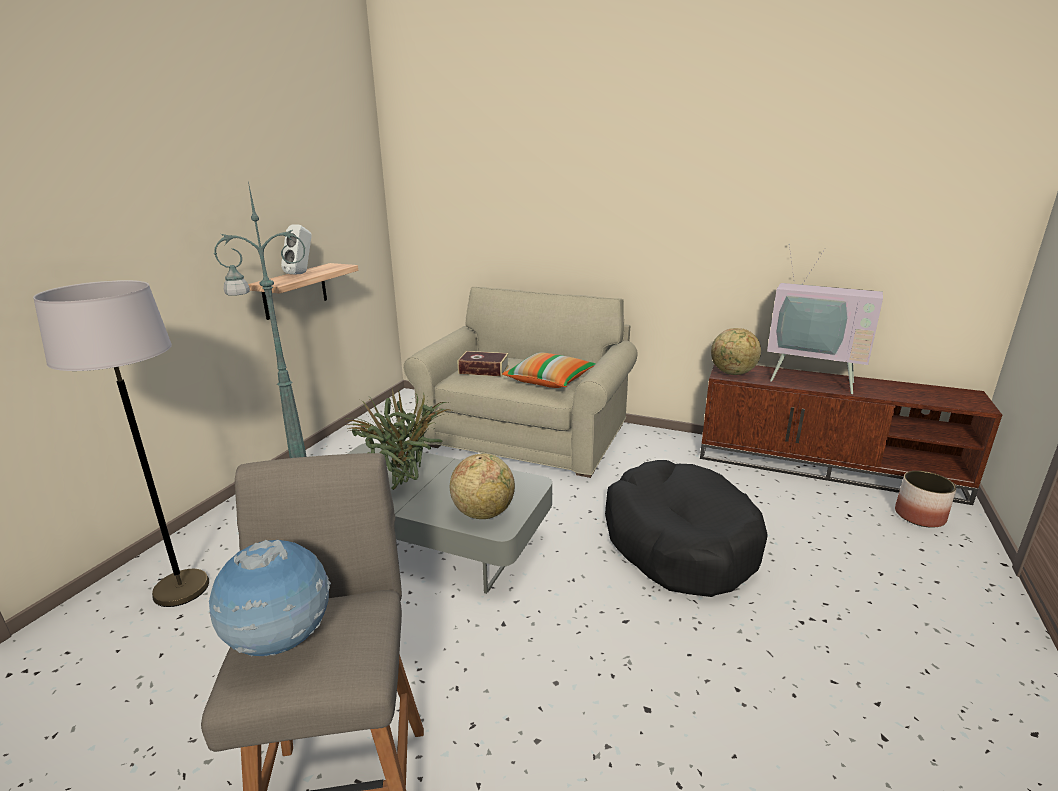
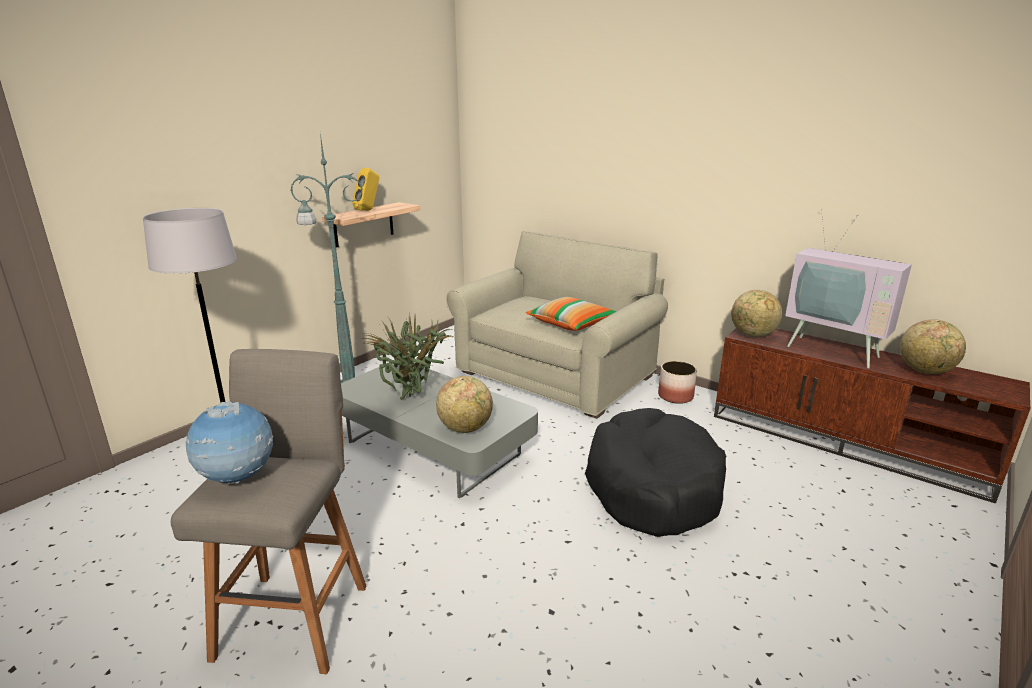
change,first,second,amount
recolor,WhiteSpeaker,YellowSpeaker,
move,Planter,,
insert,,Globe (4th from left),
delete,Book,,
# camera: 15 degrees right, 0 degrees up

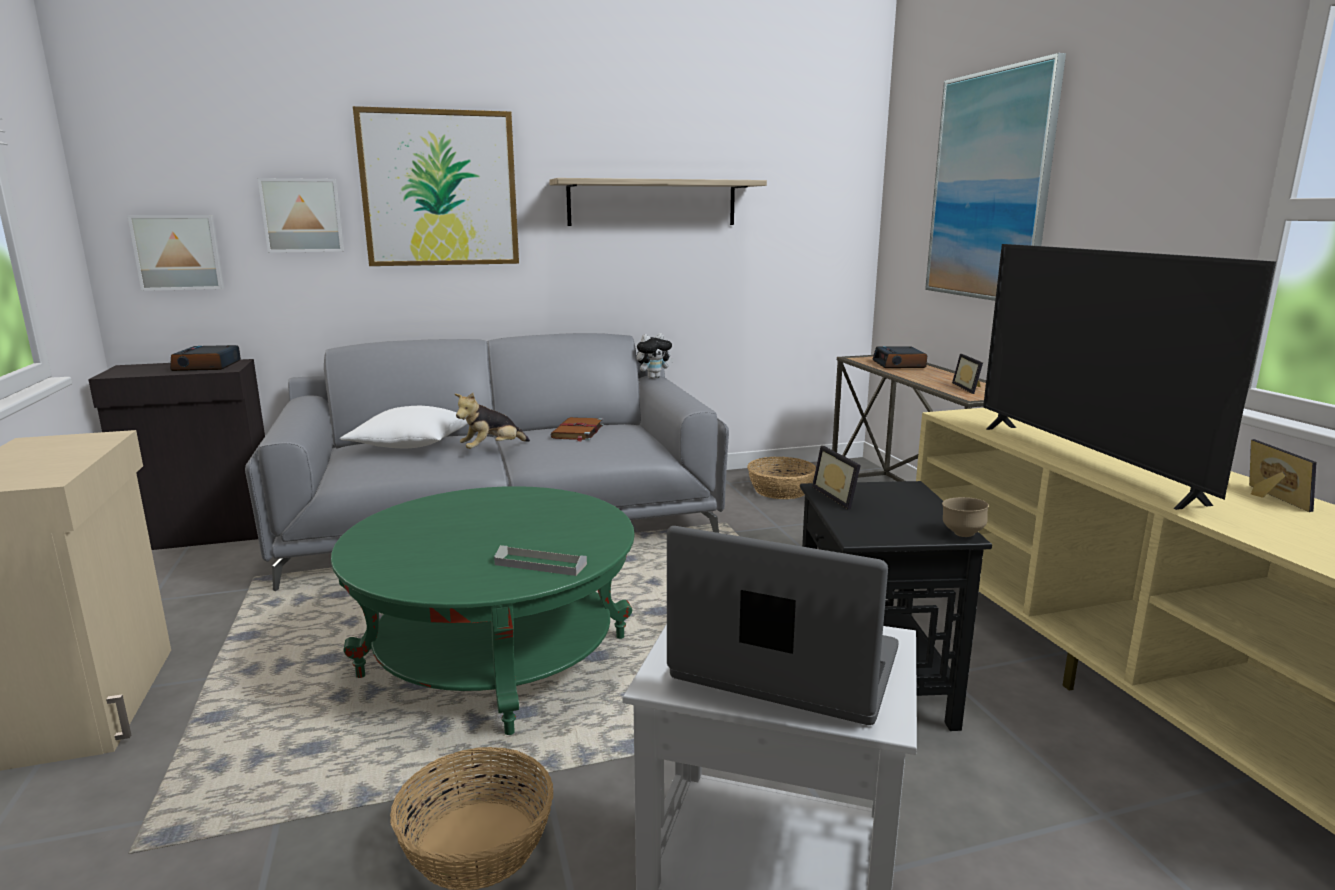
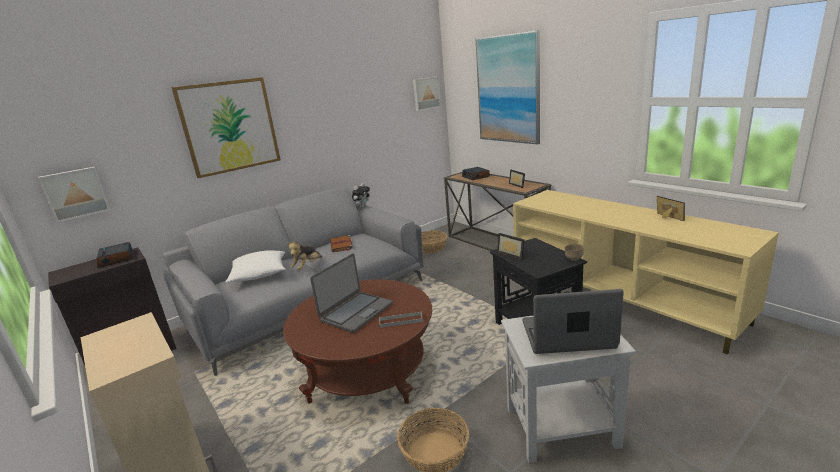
change,first,second,amount
recolor,GreenCoffeeTable,BrownCoffeeTable,
insert,,Laptop (1st from left),
move,Picture (2nd from left in the first image),Picture (3rd from left),
delete,Shelf,,
delete,Television,,
# camera: 20 degrees left, 5 degrees up

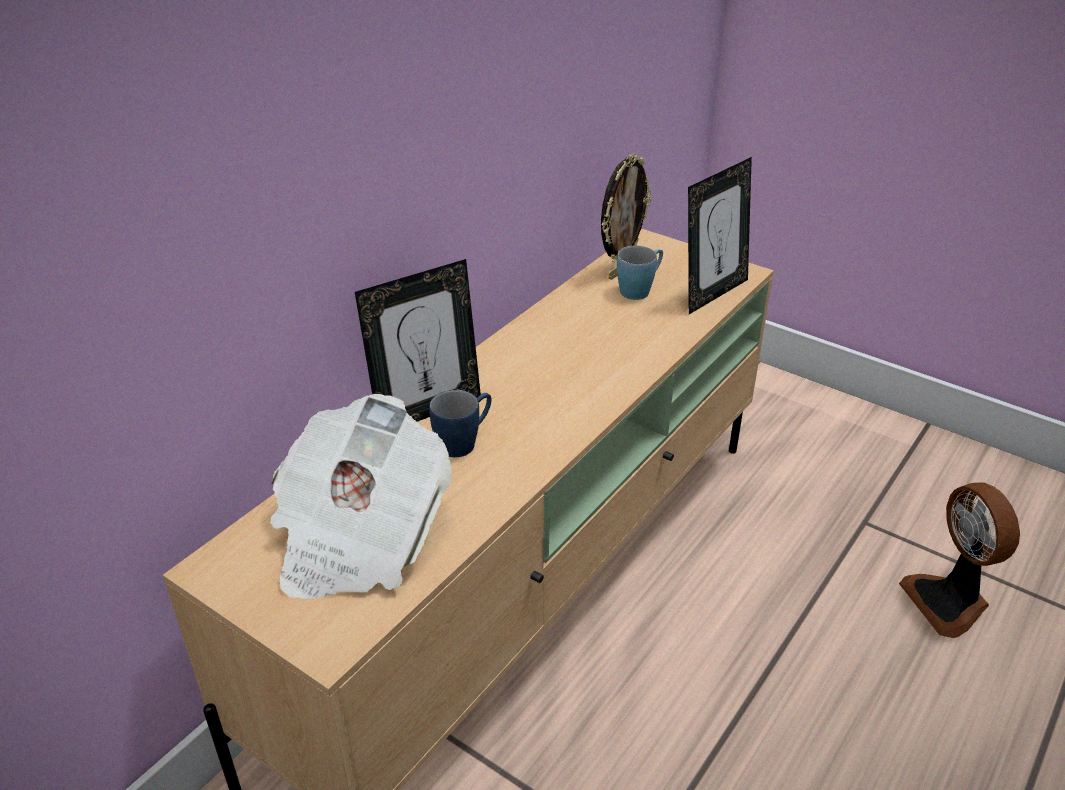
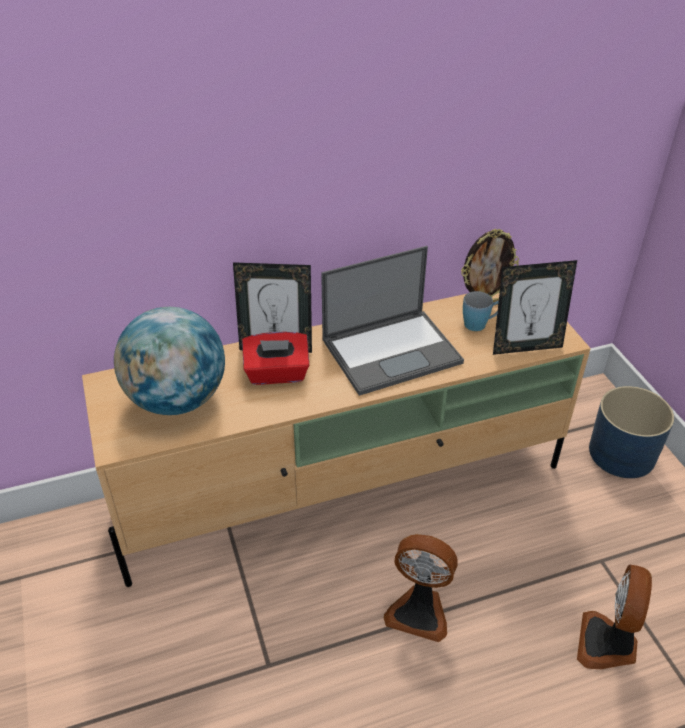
change,first,second,amount
replace,Newspaper,Globe,
replace,BlueMug (1st from left),RedTissueBox,
insert,,Laptop,
insert,,Fan (1st from left),
insert,,BluePlanter,
# camera: 35 degrees right, 5 degrees up

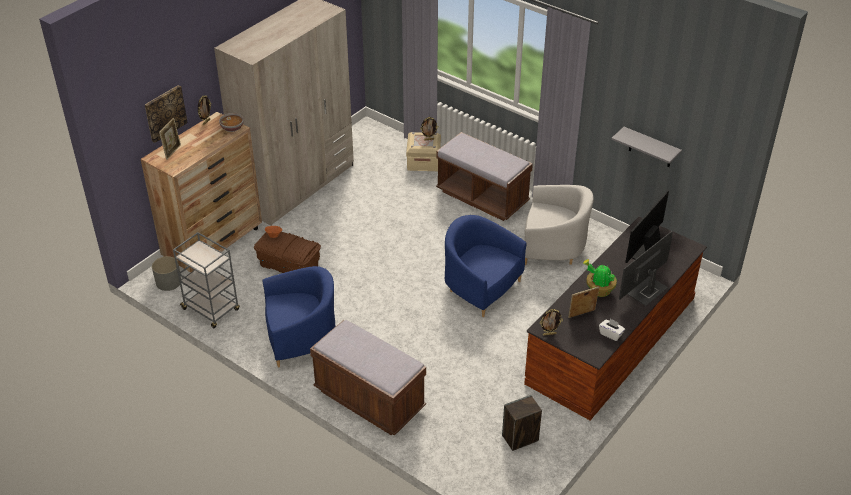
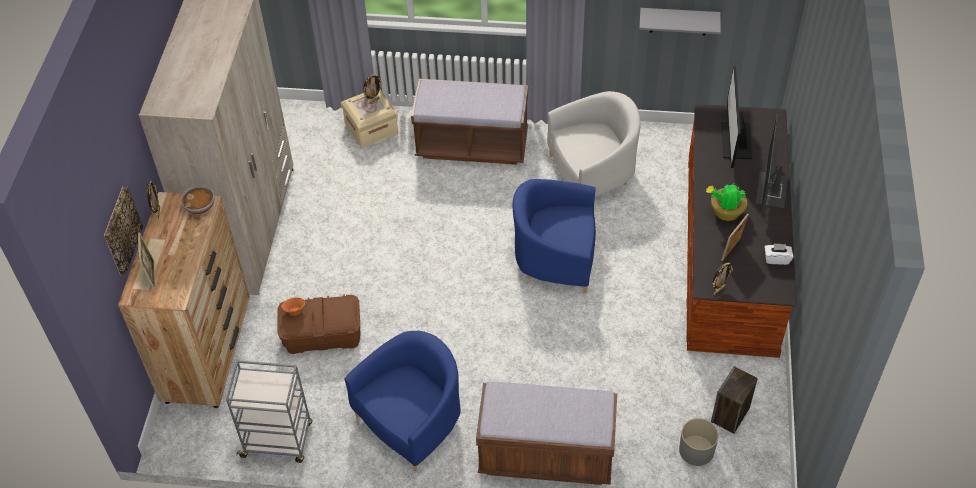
change,first,second,amount
move,GreyPlanter,,
# camera: 30 degrees left, 10 degrees up

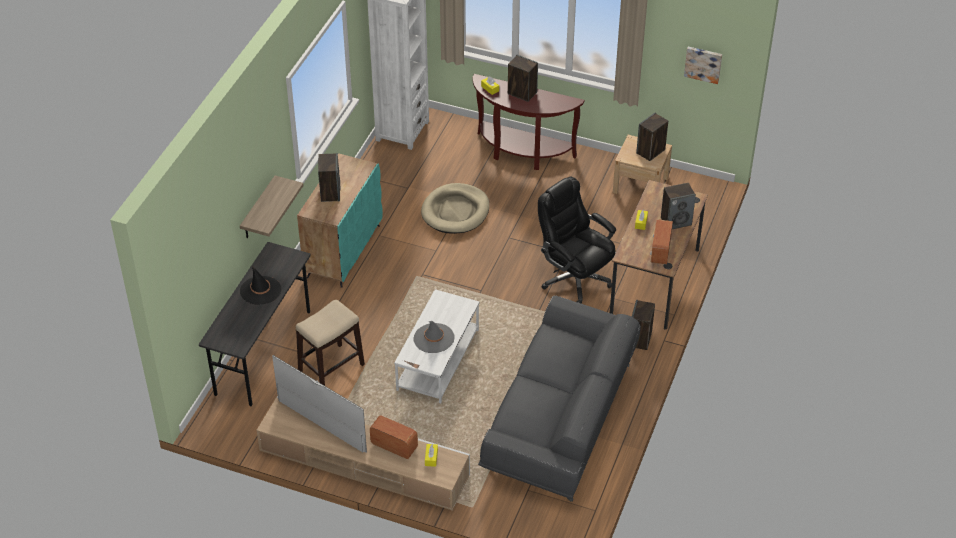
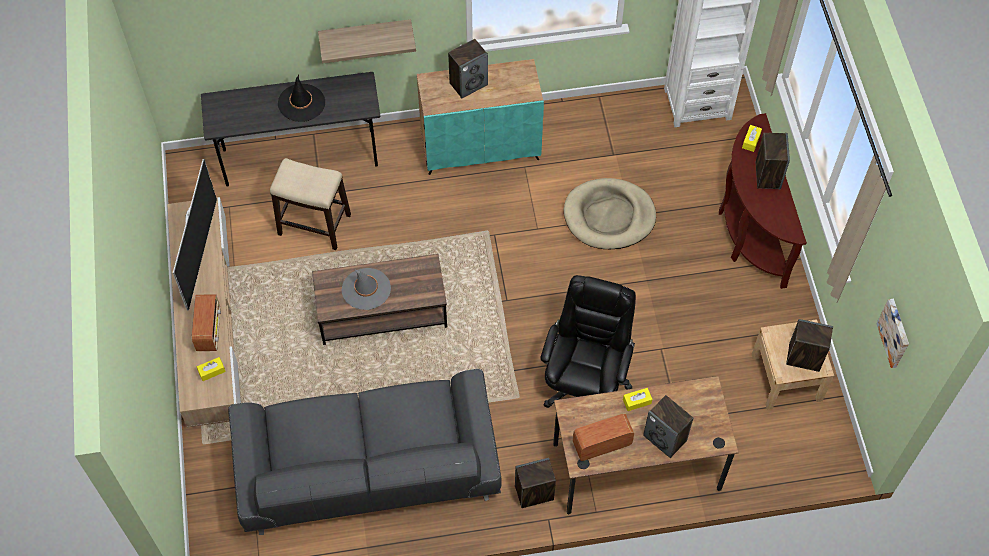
change,first,second,amount
recolor,WhiteCoffeeTable,BrownCoffeeTable,
# camera: 60 degrees right, 15 degrees up

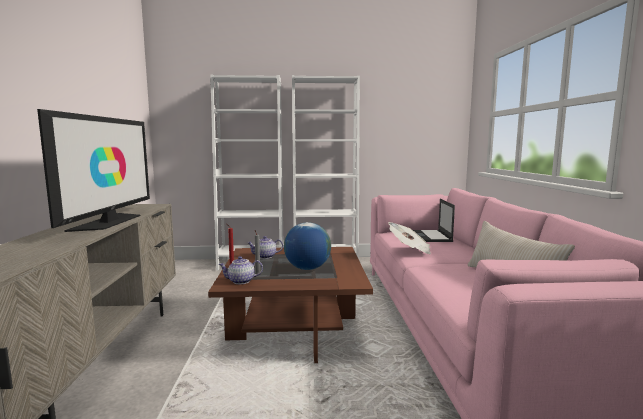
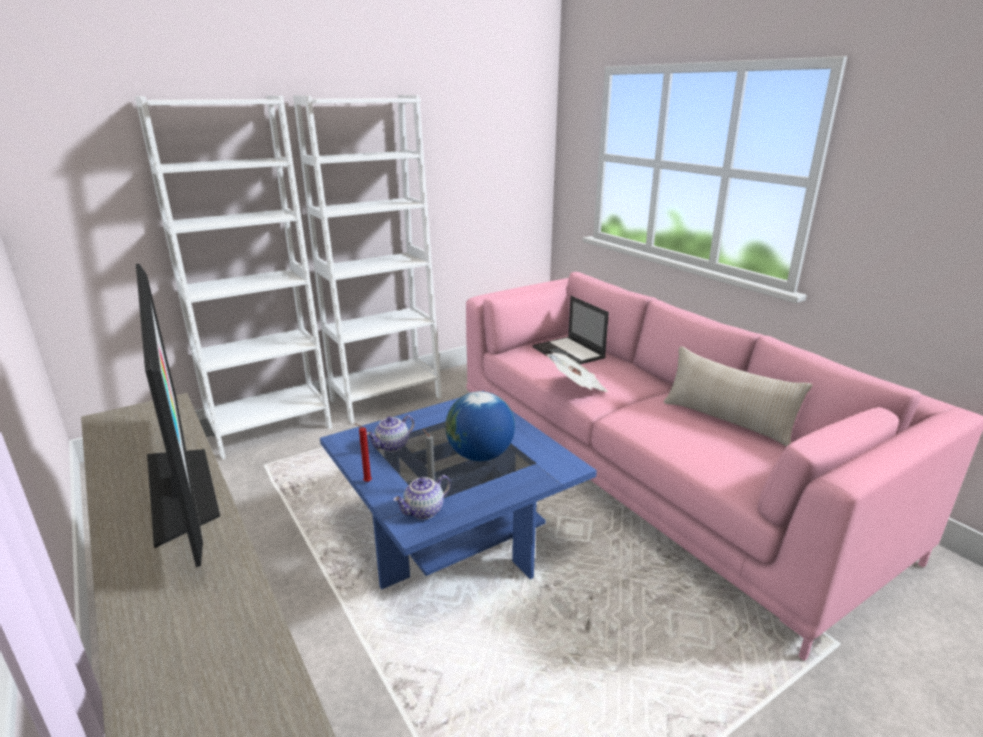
change,first,second,amount
recolor,BrownCoffeeTable,BlueCoffeeTable,
# camera: 30 degrees left, 15 degrees up

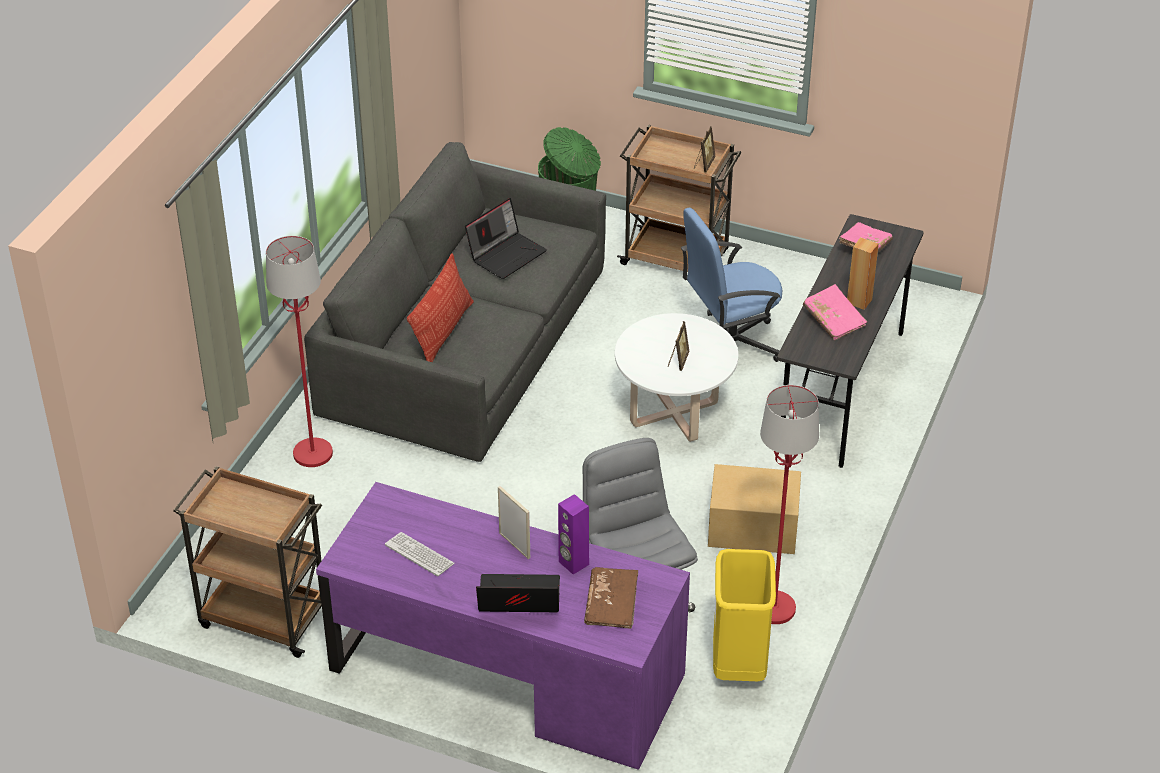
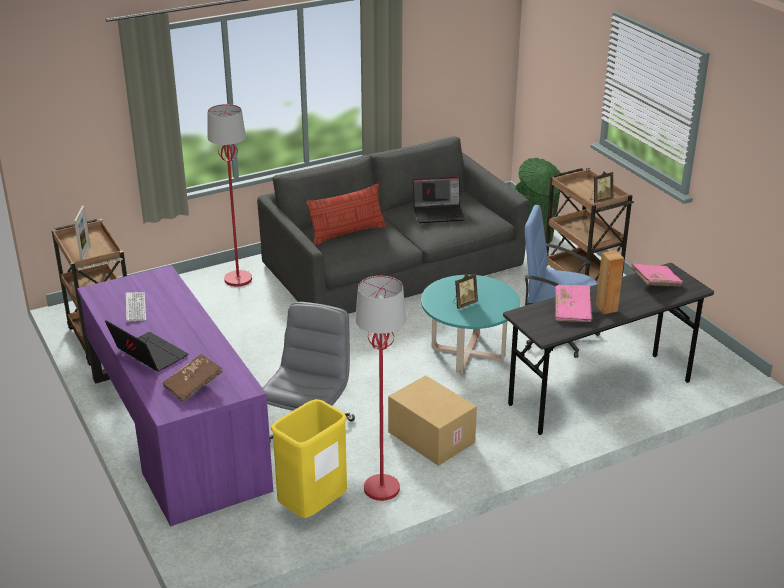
change,first,second,amount
move,PictureFrame (1st from left),,
recolor,WhiteCoffeeTable,TurquoiseCoffeeTable,
delete,PurpleSpeaker,,
# camera: 40 degrees right, 10 degrees down

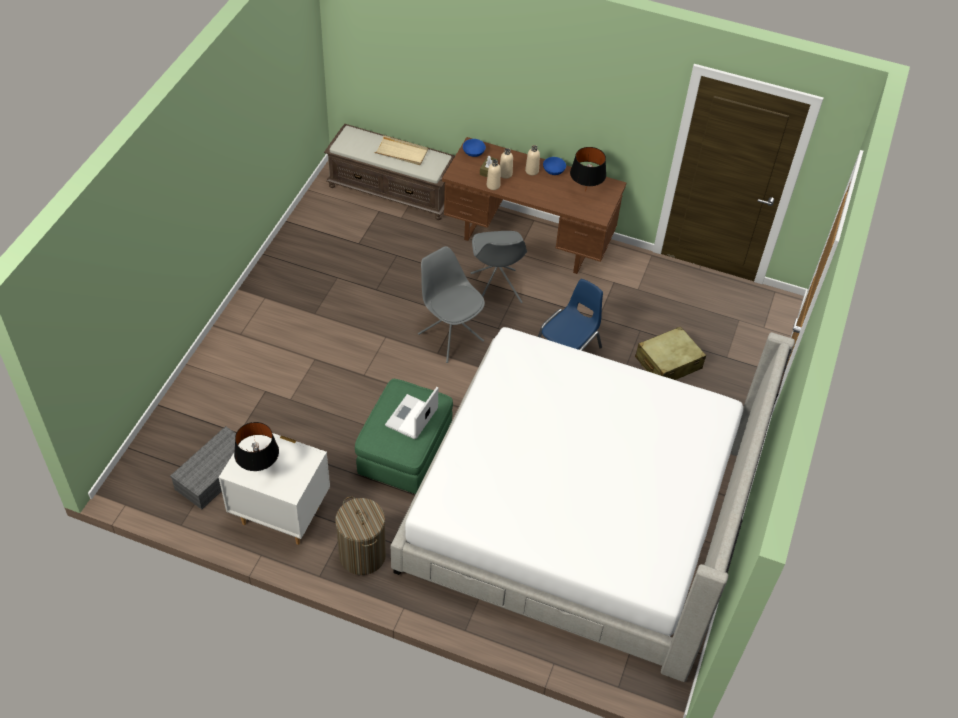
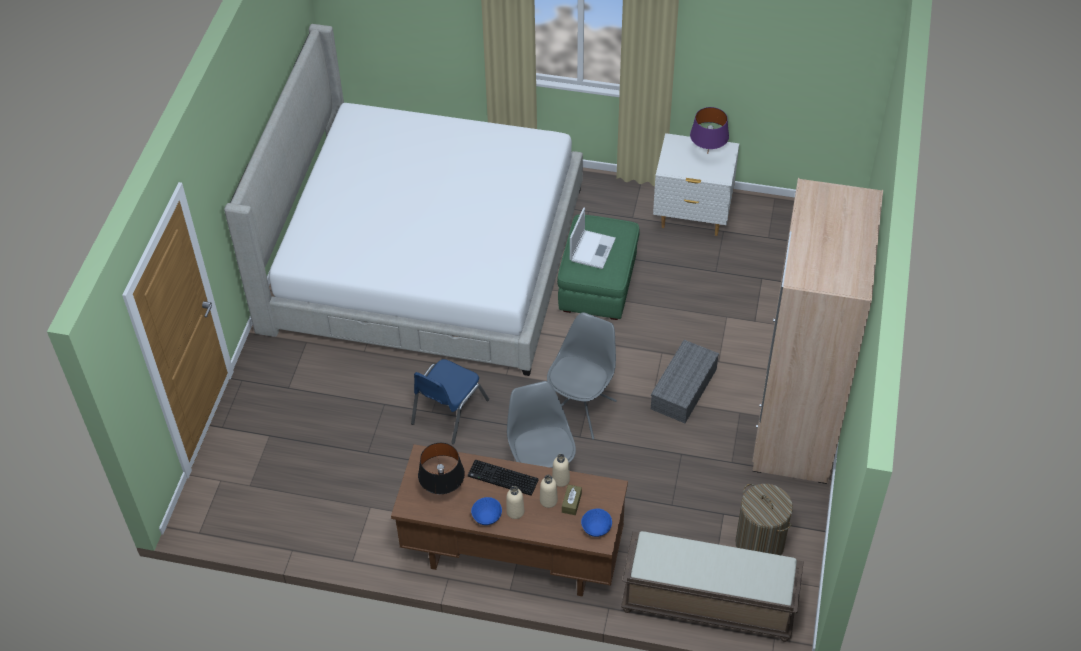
change,first,second,amount
insert,,Keyboard,
rotate,GreyChair (1st from left in the first image),GreyChair (2nd from left),105 degrees counterclockwise
move,GreyStorageBox,,
recolor,BlackTableLamp (1st from left),PurpleTableLamp,
move,LaundryBasket,,
insert,,BeigeWardrobe,
delete,BeigeTray,,
delete,BeigeSuitcase,,
# camera: 175 degrees right, 0 degrees up

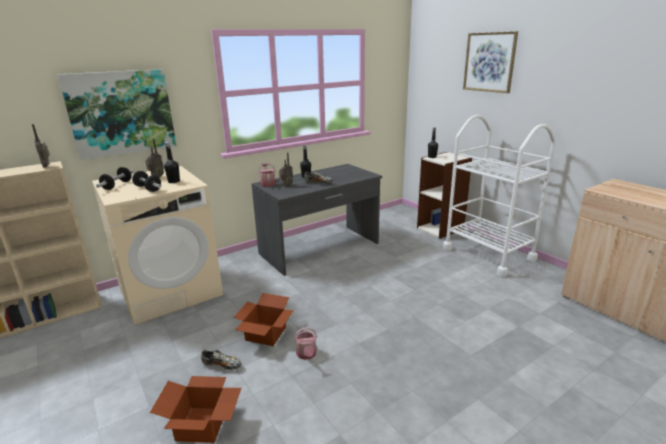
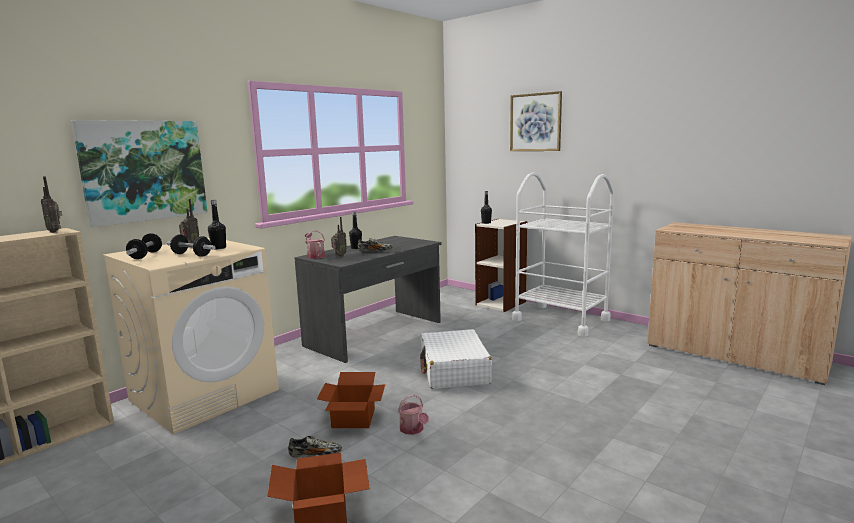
change,first,second,amount
insert,,WhiteSuitcase,
# camera: 15 degrees left, 10 degrees down

